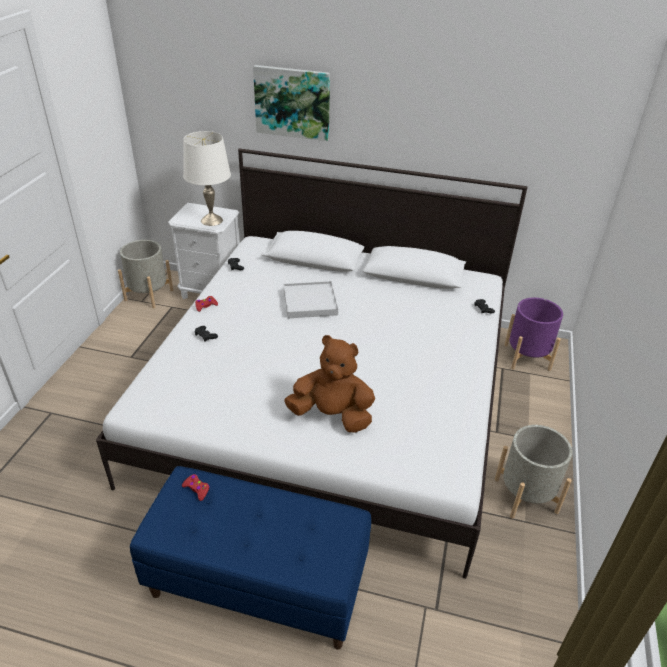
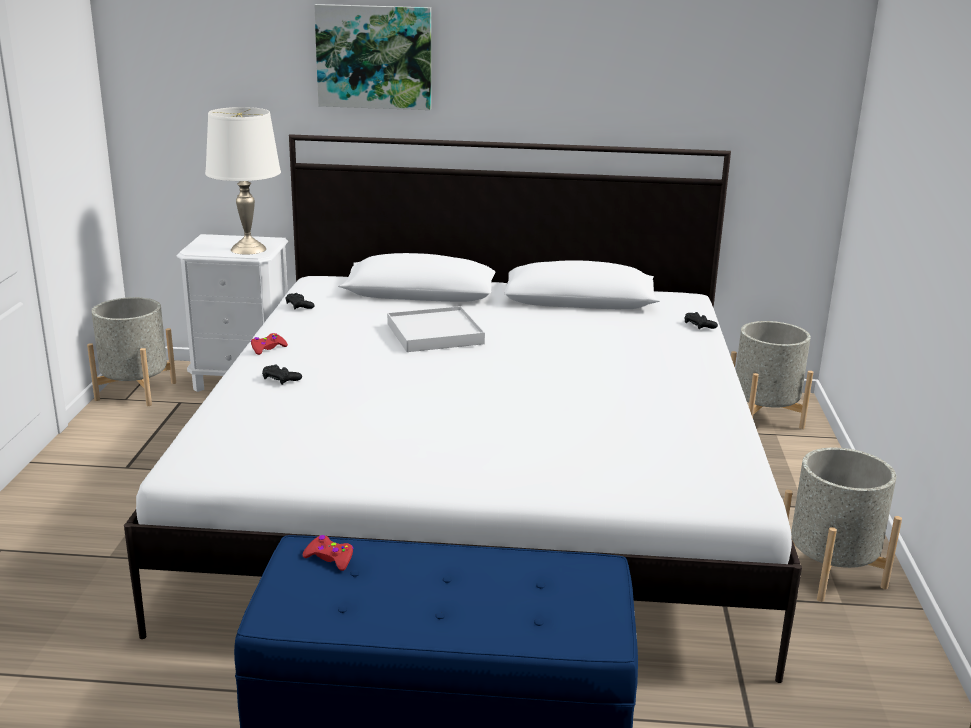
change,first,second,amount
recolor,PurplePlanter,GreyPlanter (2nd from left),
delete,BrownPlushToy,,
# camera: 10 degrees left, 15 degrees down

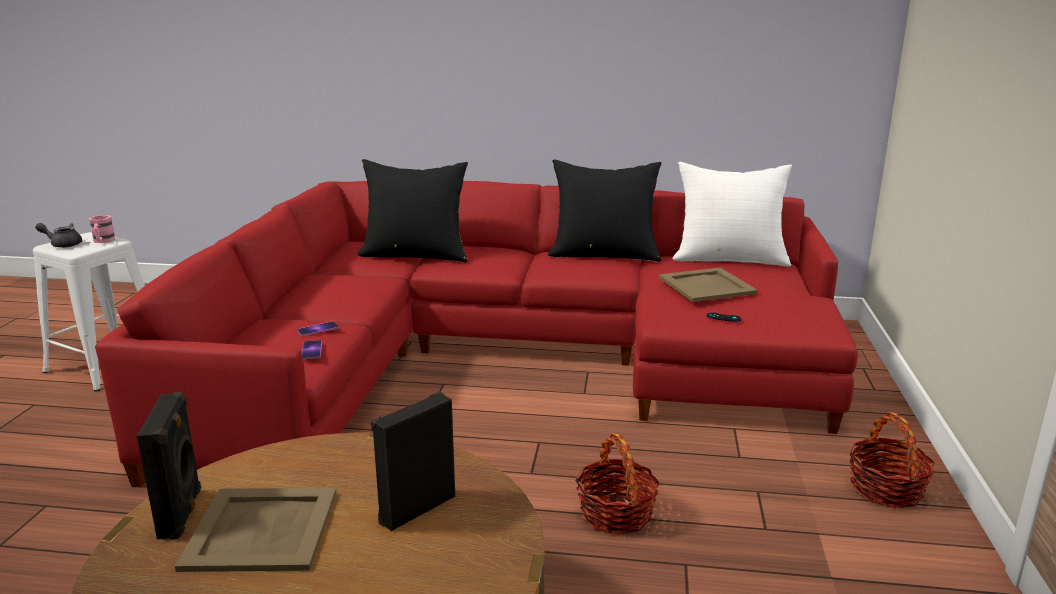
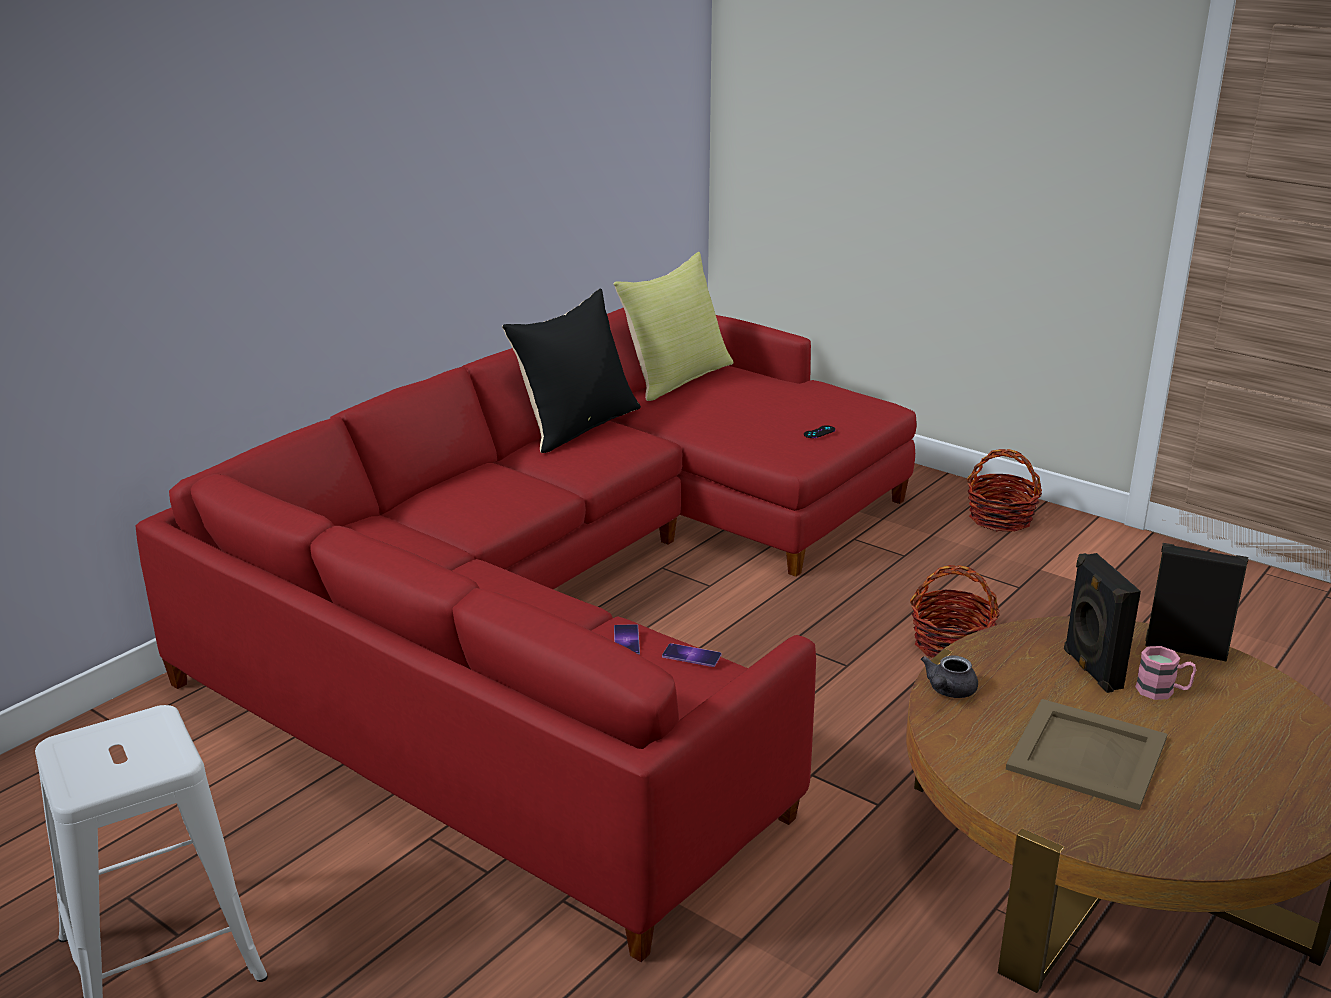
change,first,second,amount
recolor,WhitePillow,YellowPillow,
move,GreyTeapot,,
move,PinkMug,,
move,BlackSpeaker (1st from left in the first image),BlackSpeaker (2nd from left),
delete,BlackPillow (1st from left),,
delete,BeigeTray (2nd from left),,
# camera: 60 degrees left, 5 degrees up

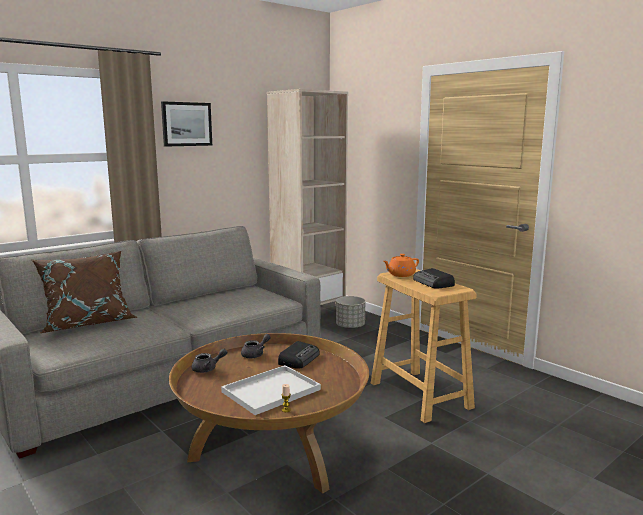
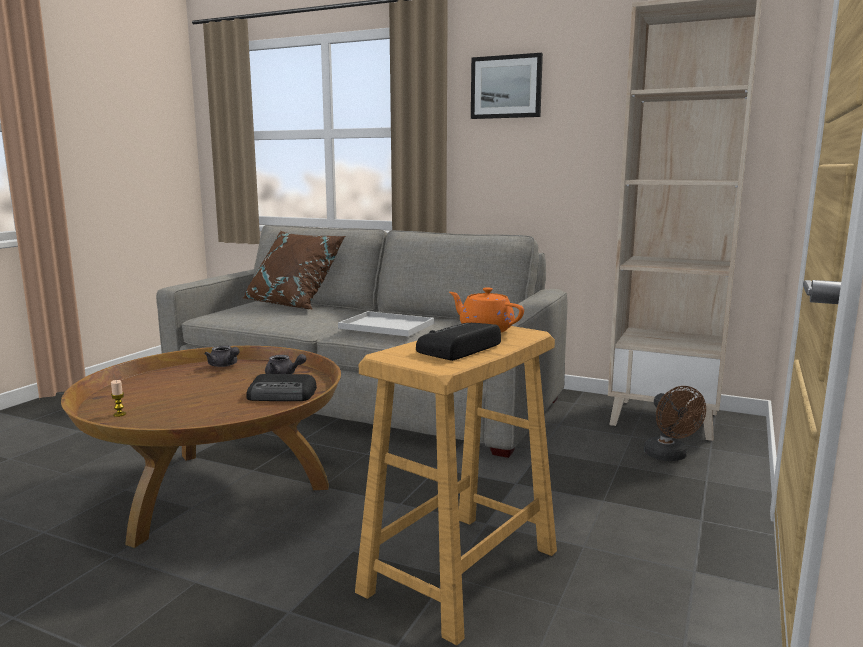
change,first,second,amount
move,WhiteTray,,
replace,GreyPlanter,BrownFan,
# camera: 65 degrees right, 0 degrees up

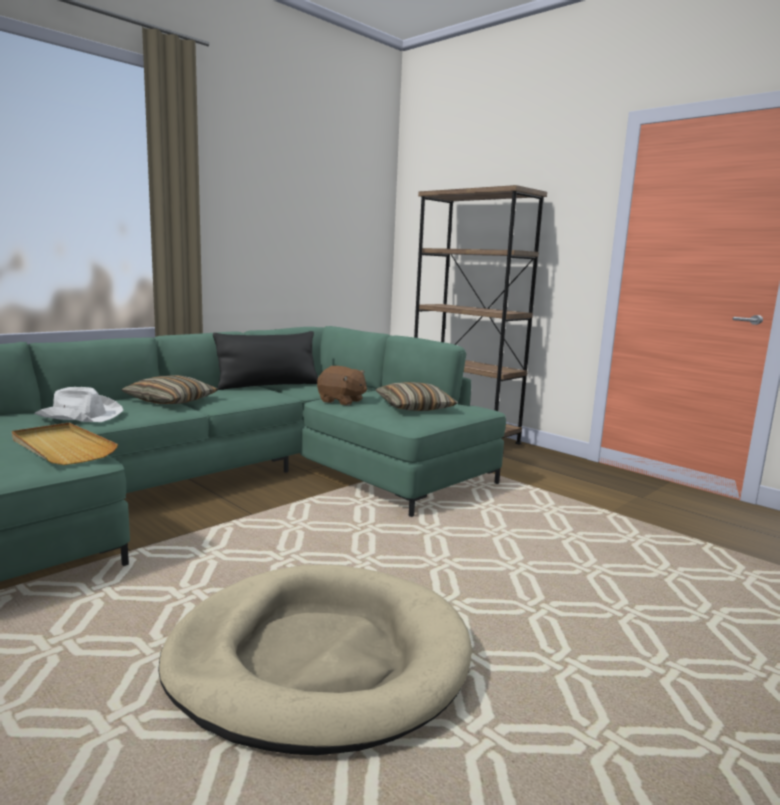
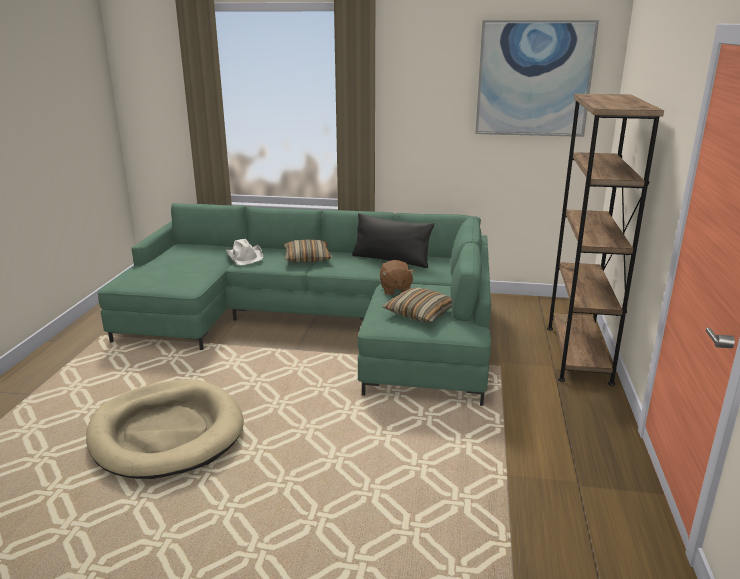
change,first,second,amount
insert,,Picture,
delete,BeigeTray,,
# camera: 55 degrees right, 10 degrees up

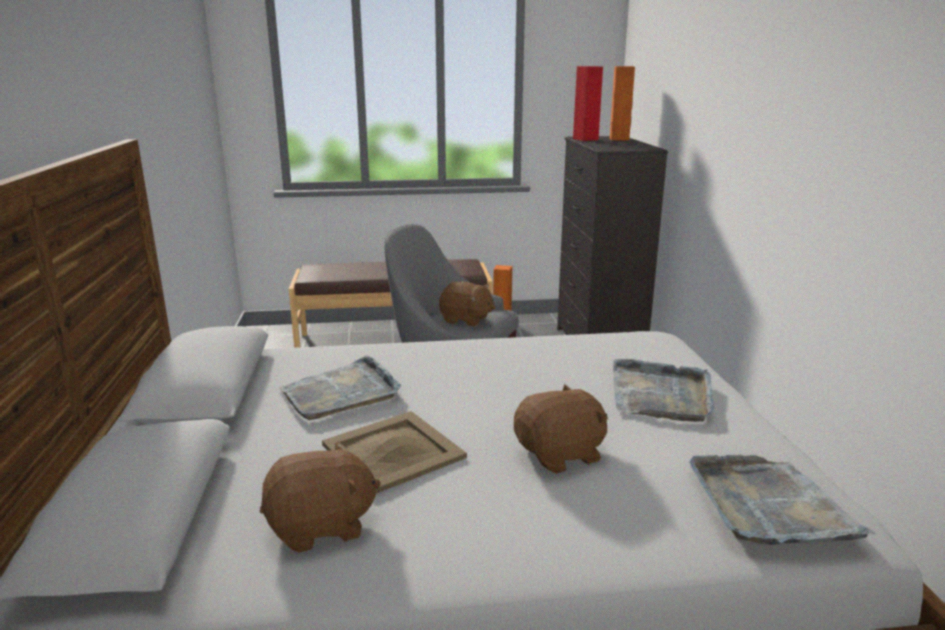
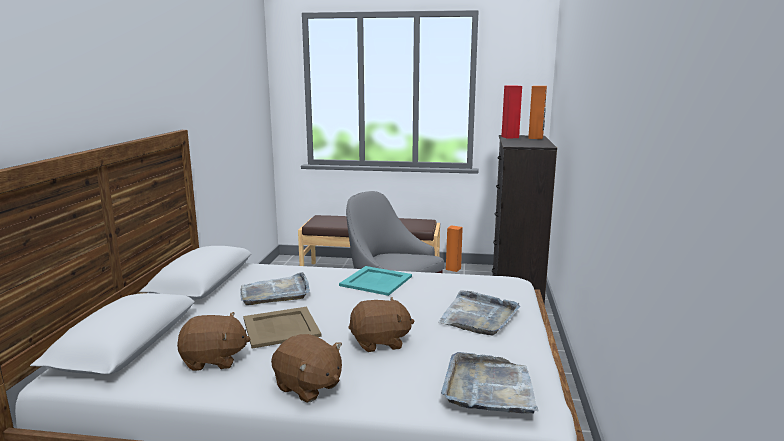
change,first,second,amount
move,BrownPlushToy (2nd from left),,
insert,,TurquoiseTray,
# camera: 15 degrees right, 5 degrees down

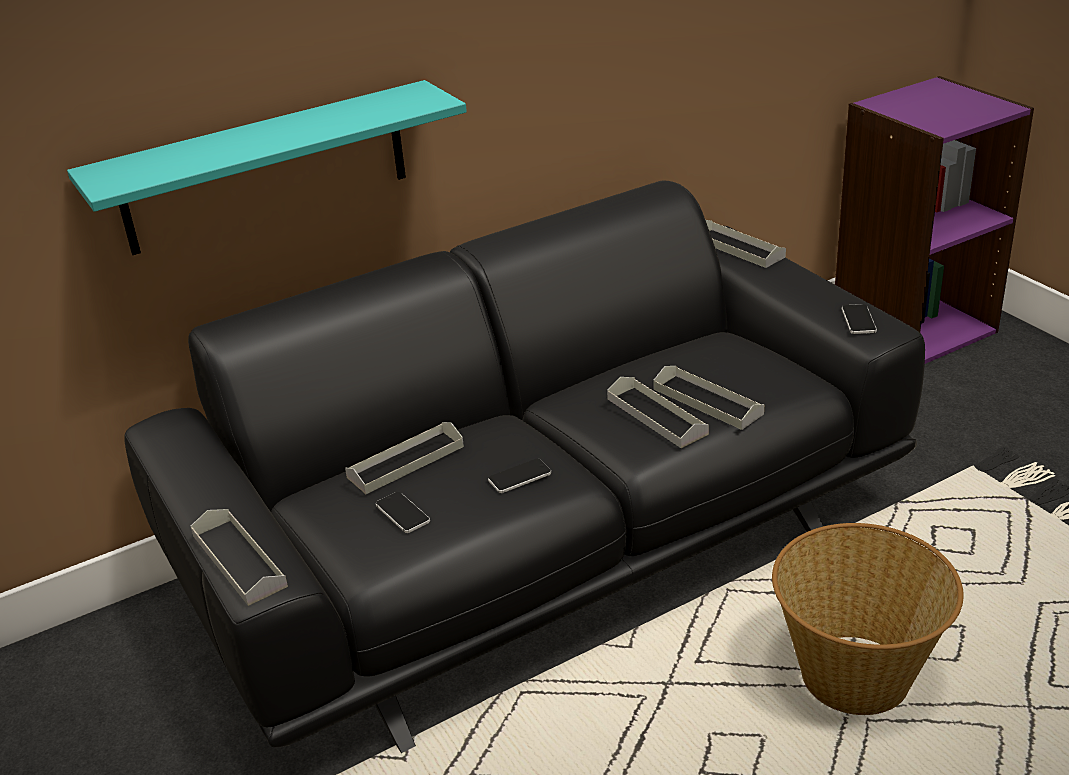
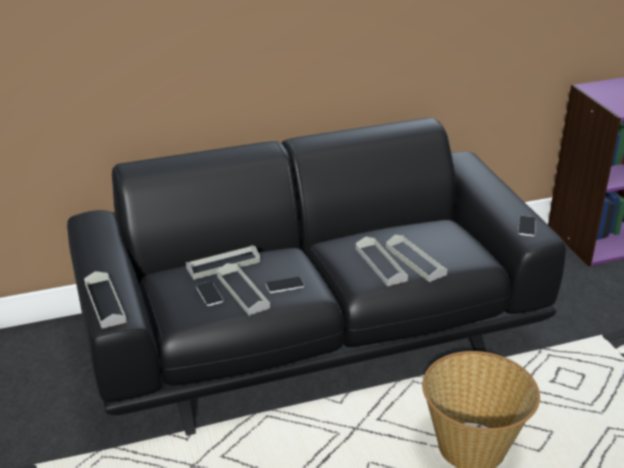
change,first,second,amount
move,GreyTray (5th from left in the first image),GreyTray (3rd from left),
delete,TurquoiseShelf,,
# camera: 10 degrees right, 0 degrees up

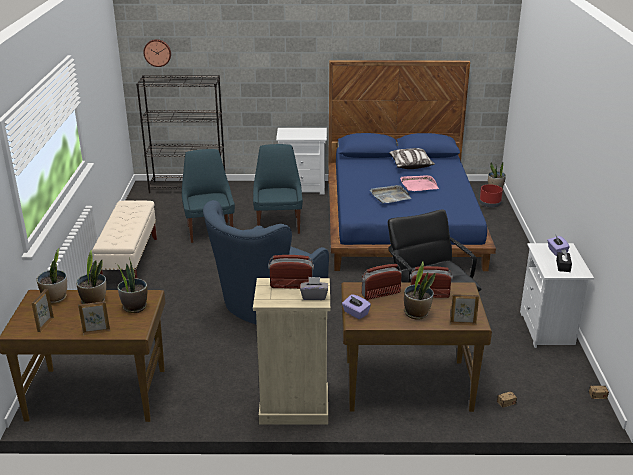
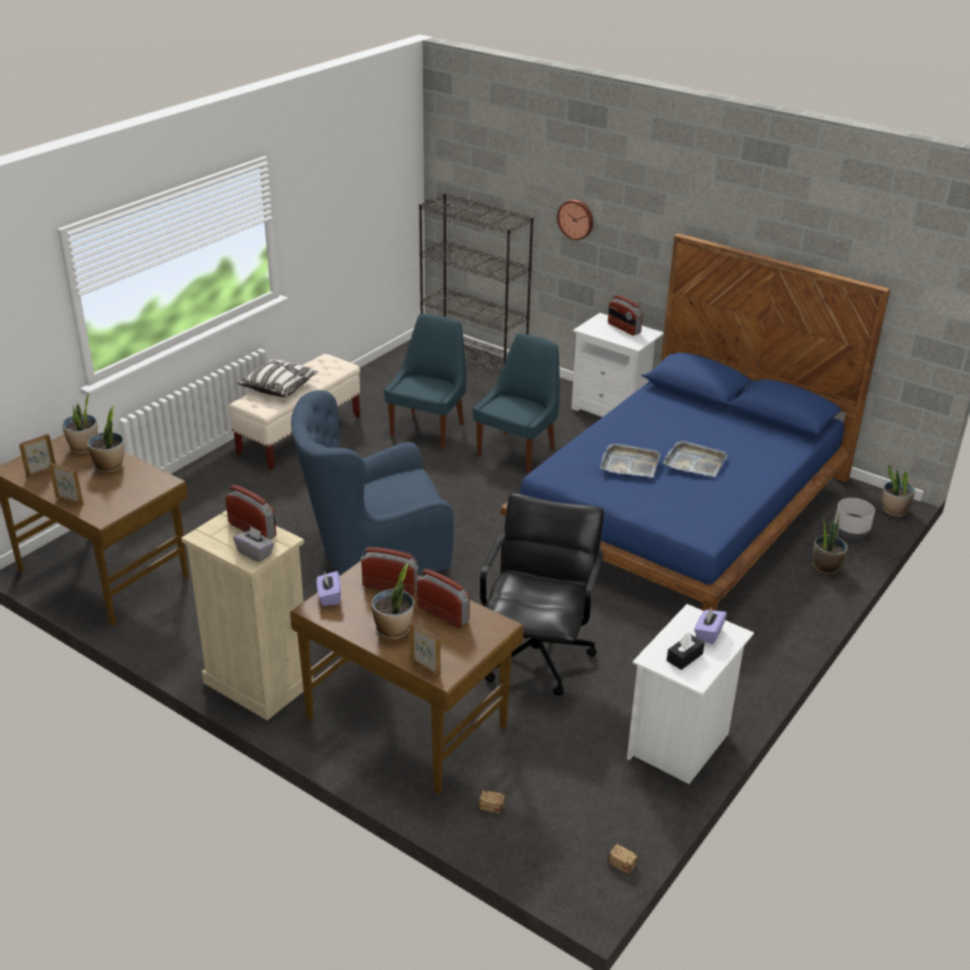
change,first,second,amount
move,Pillow,,
move,WallClock,,
insert,,Radio (4th from left),
recolor,PinkTray,GreyTray (2nd from left),
move,PottedPlant (3rd from left in the first image),PottedPlant (4th from left),
recolor,RedPlanter,GreyPlanter,
# camera: 35 degrees right, 5 degrees up

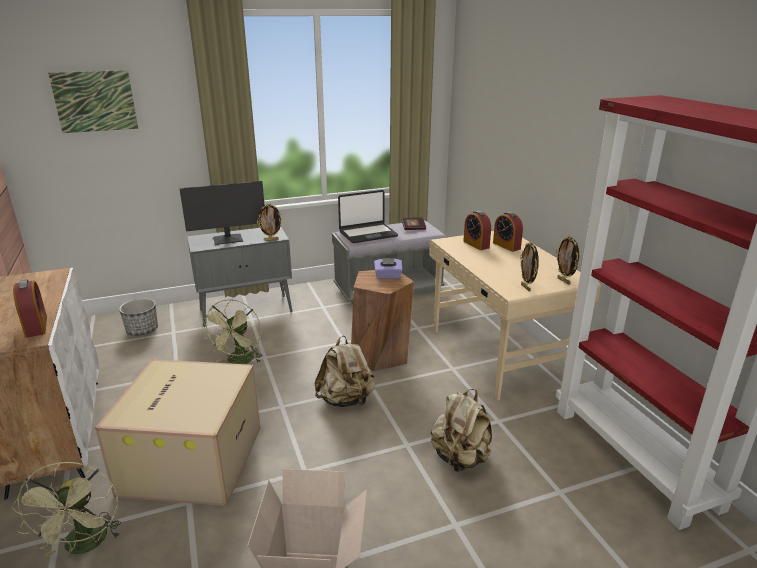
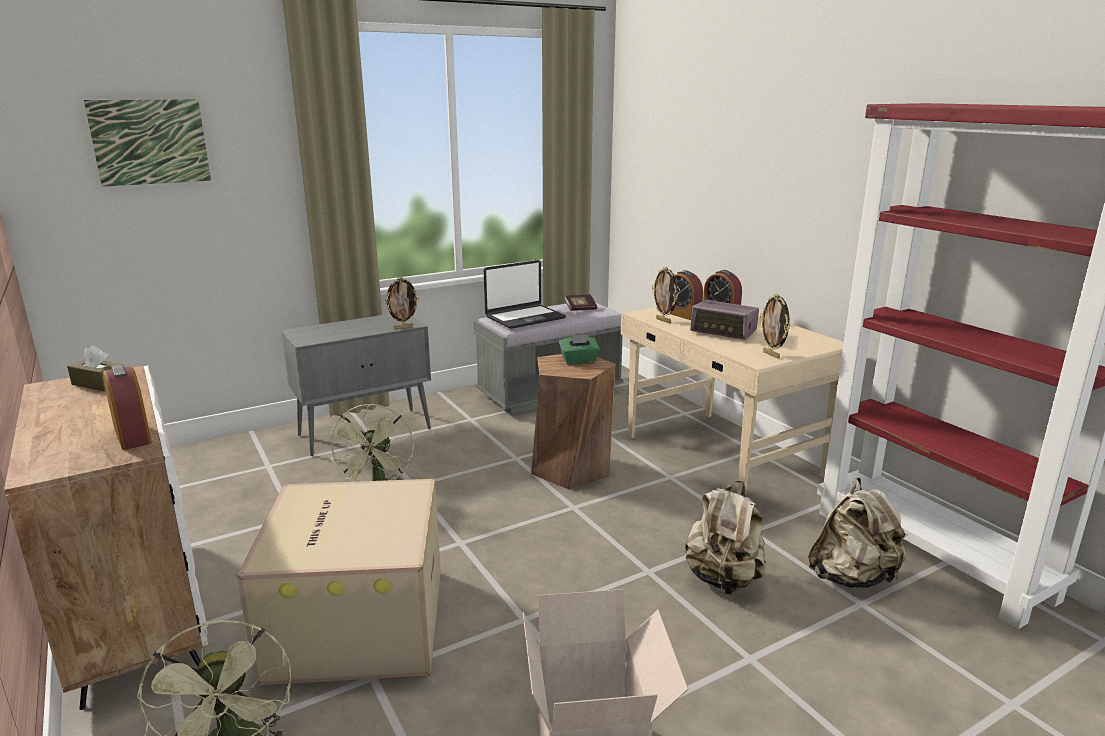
change,first,second,amount
insert,,BrownTissueBox,
recolor,PurpleTissueBox,GreenTissueBox,
move,PictureFrame (3rd from left in the first image),PictureFrame (2nd from left),
insert,,Radio,
move,BeigeBackpack (1st from left in the first image),BeigeBackpack (2nd from left),
delete,Planter,,
delete,Monitor,,
# camera: 10 degrees left, 5 degrees down

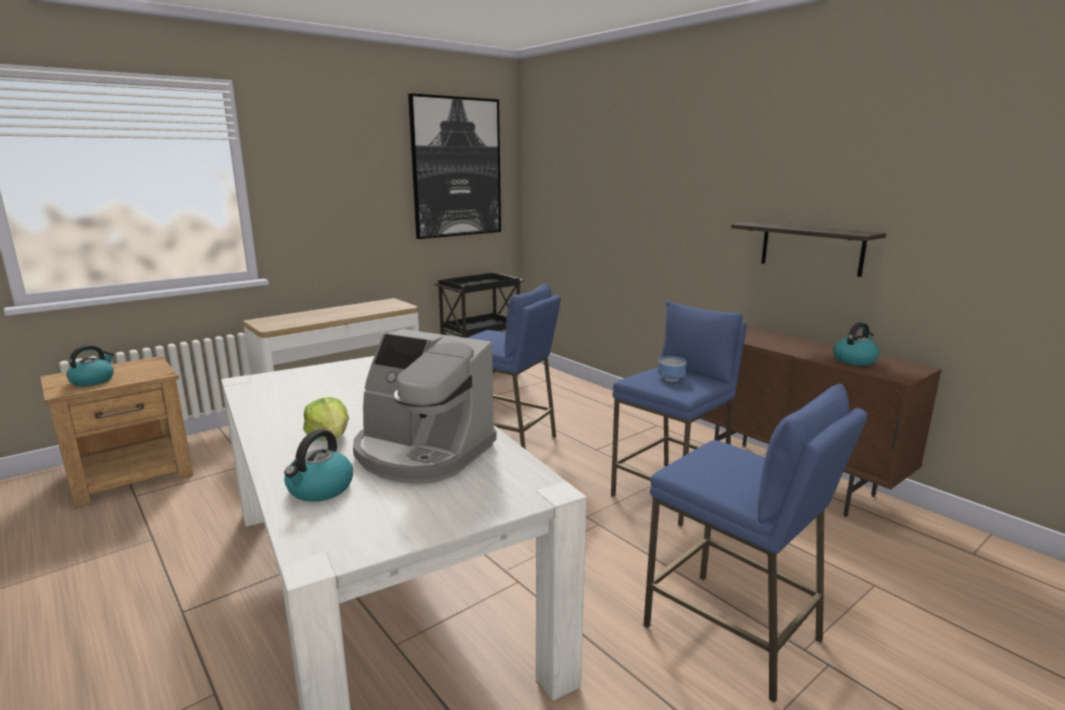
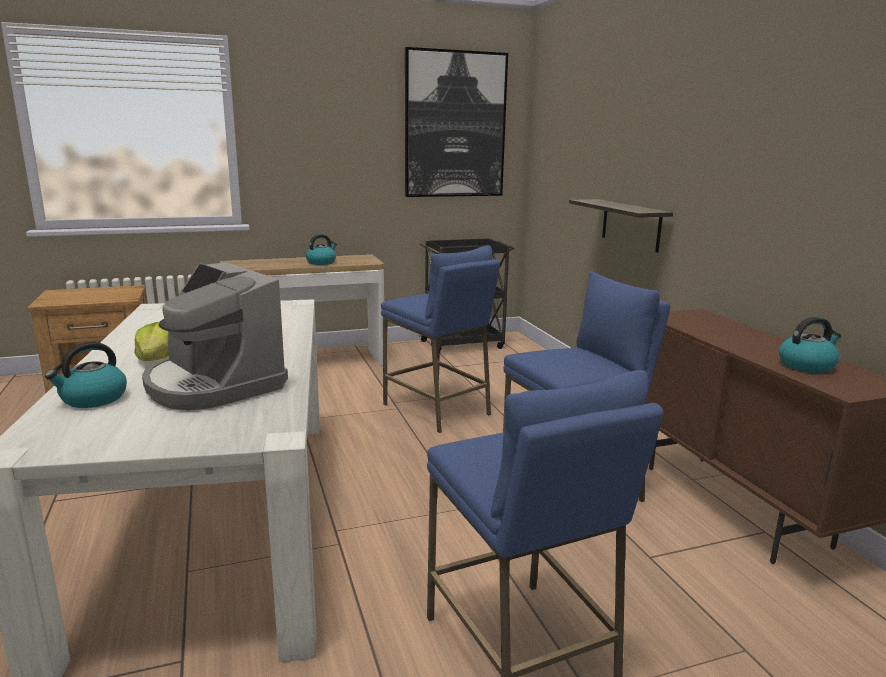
change,first,second,amount
move,Kettle (1st from left in the first image),Kettle (2nd from left),
move,Shelf,,
delete,Bowl,,
# camera: 20 degrees right, 0 degrees up

